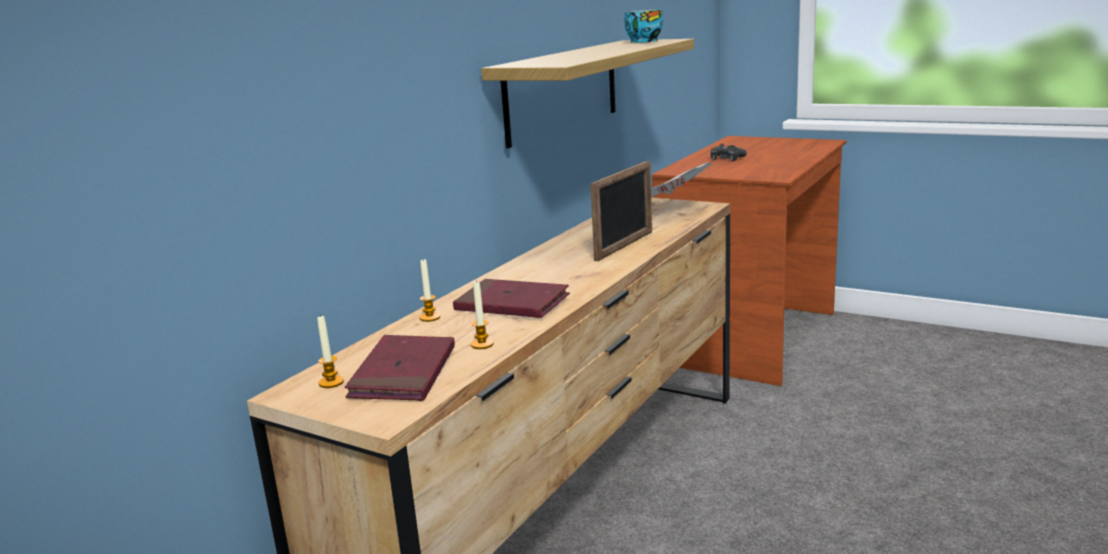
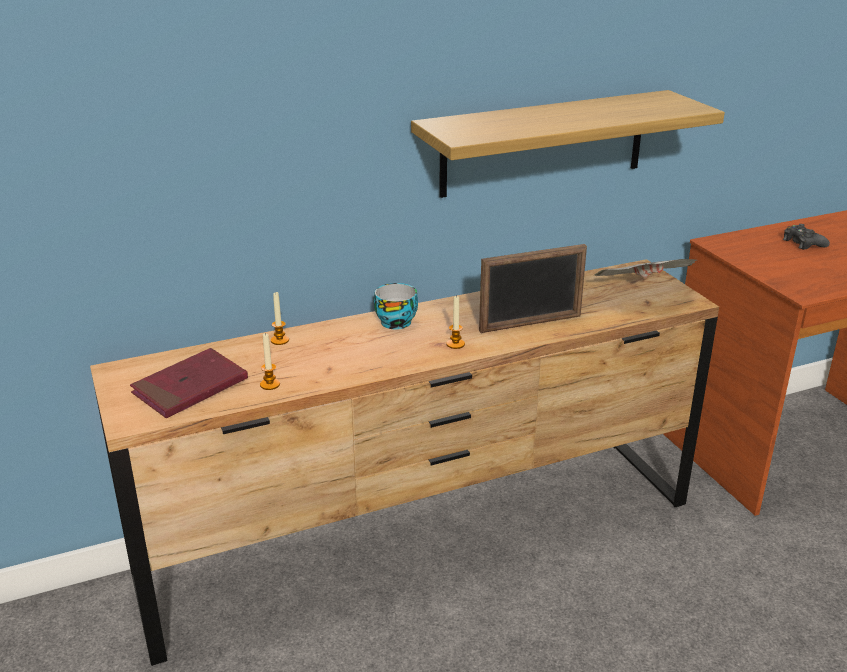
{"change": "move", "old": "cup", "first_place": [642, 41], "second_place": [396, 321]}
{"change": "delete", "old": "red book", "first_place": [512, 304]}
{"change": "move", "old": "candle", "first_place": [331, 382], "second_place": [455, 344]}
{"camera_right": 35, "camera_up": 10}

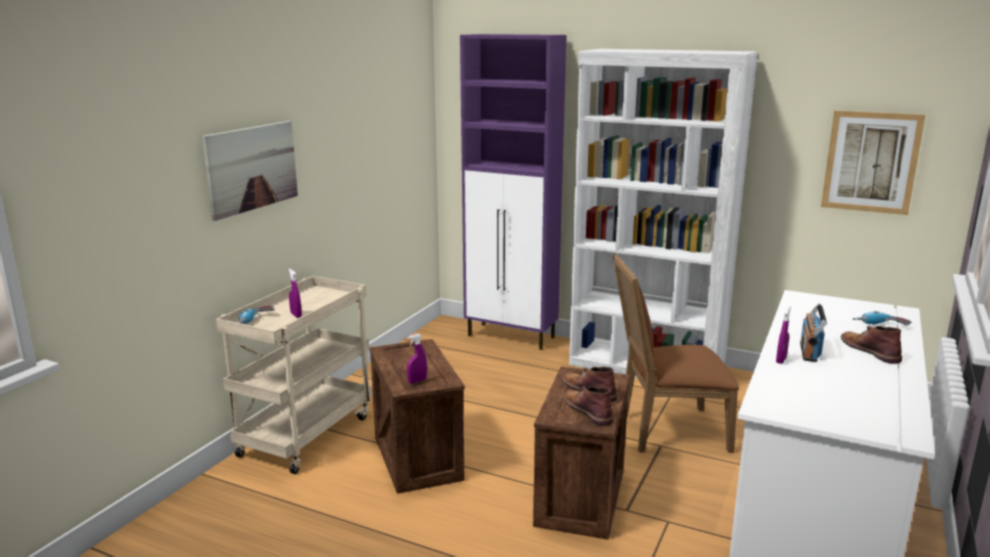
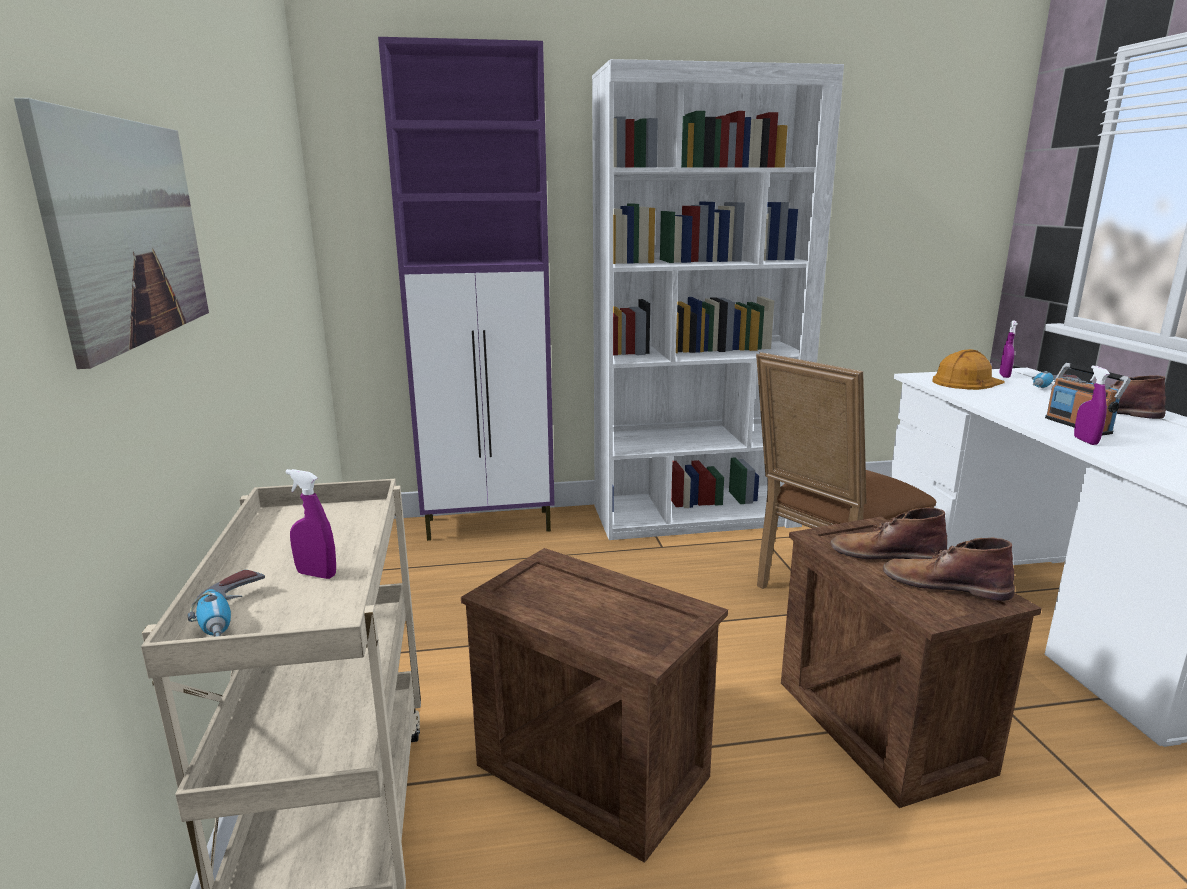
{"change": "delete", "old": "picture", "first_place": [871, 162]}
{"change": "move", "old": "purple spray bottle", "first_place": [417, 381], "second_place": [1004, 376]}
{"change": "insert", "new": "orange hard hat", "second_place": [966, 381]}
{"camera_right": -35, "camera_up": 0}

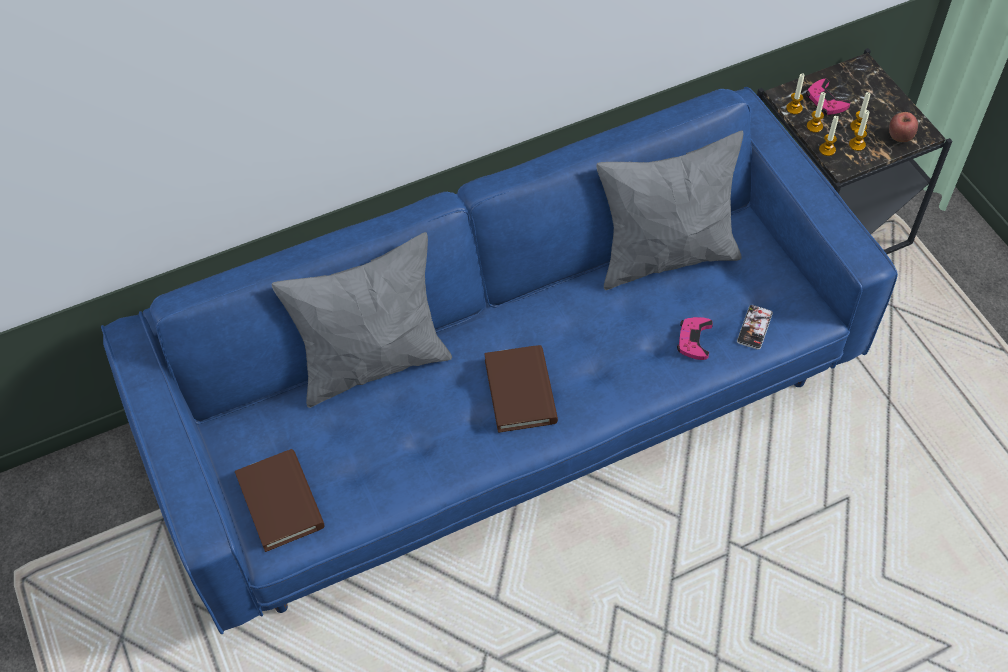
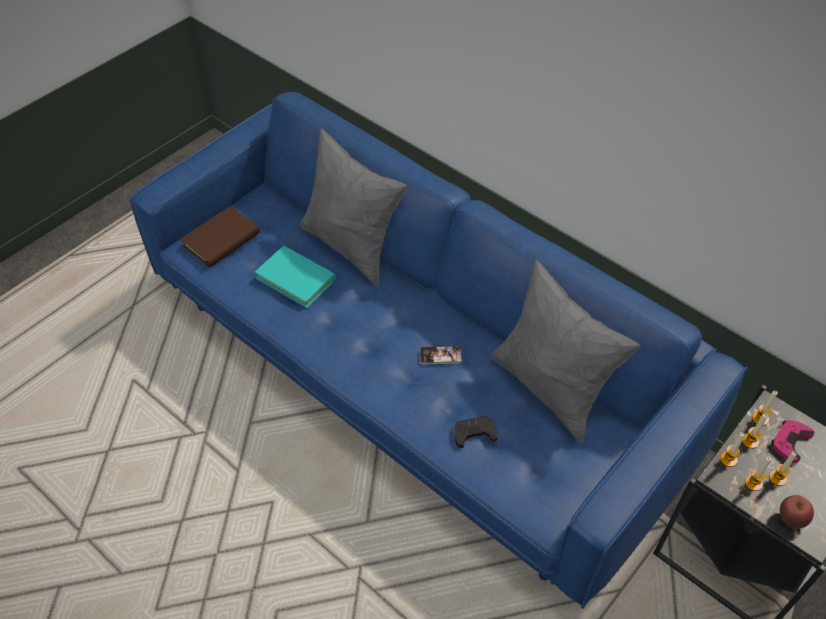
{"change": "move", "old": "phone", "first_place": [754, 327], "second_place": [440, 356]}
{"change": "recolor", "old": "pink game controller", "new": "black game controller", "first_place": [694, 340], "second_place": [474, 433]}
{"change": "delete", "old": "brown book", "first_place": [520, 391]}
{"change": "insert", "new": "turquoise book", "second_place": [296, 279]}
{"camera_right": 65, "camera_up": -5}

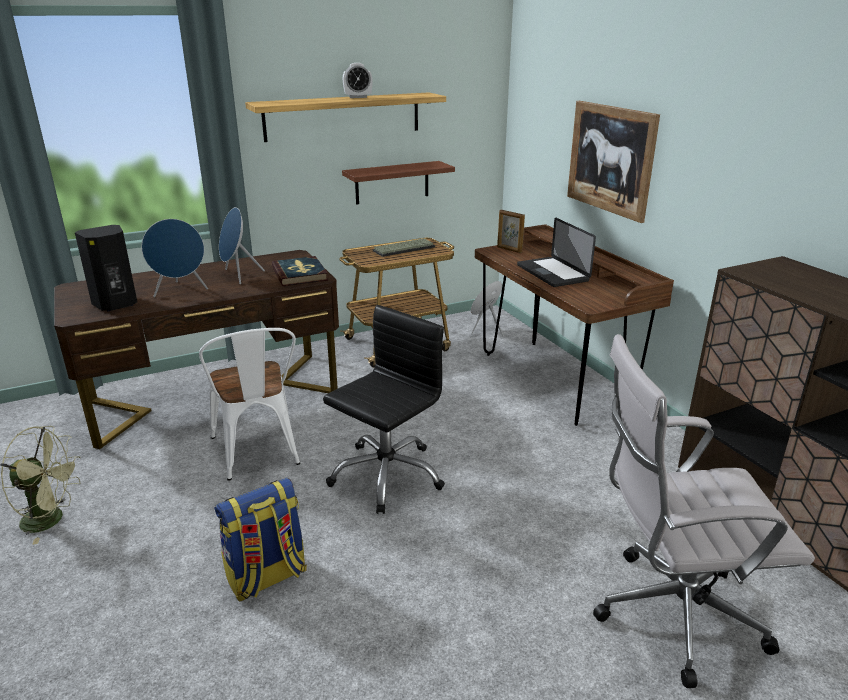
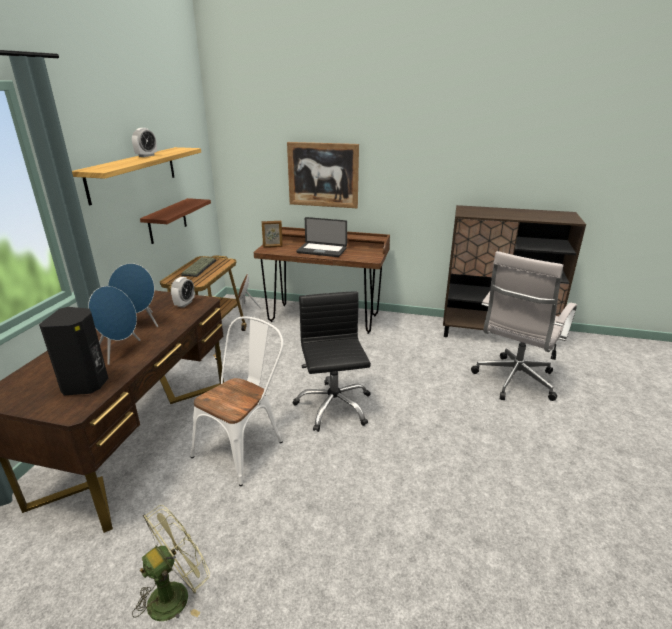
{"change": "replace", "old": "book", "new": "alarm clock", "first_place": [300, 274], "second_place": [184, 304]}
{"change": "rotate", "old": "white chair", "first_place": [258, 454], "second_place": [244, 446], "degrees": -75}
{"change": "delete", "old": "backpack", "first_place": [267, 577]}
{"camera_right": -50, "camera_up": 0}

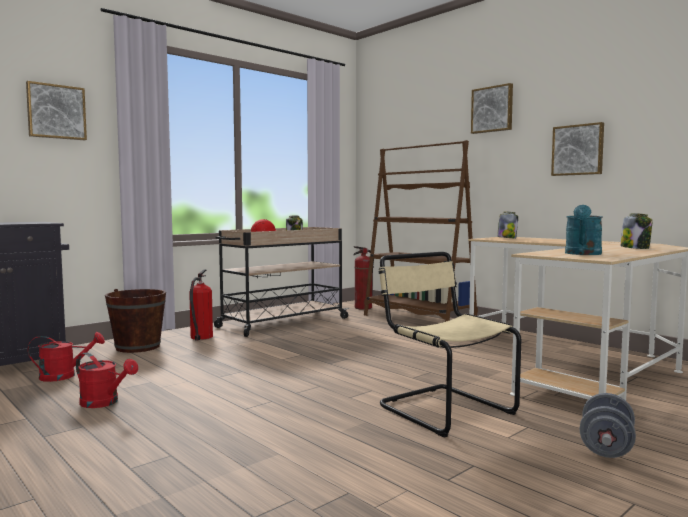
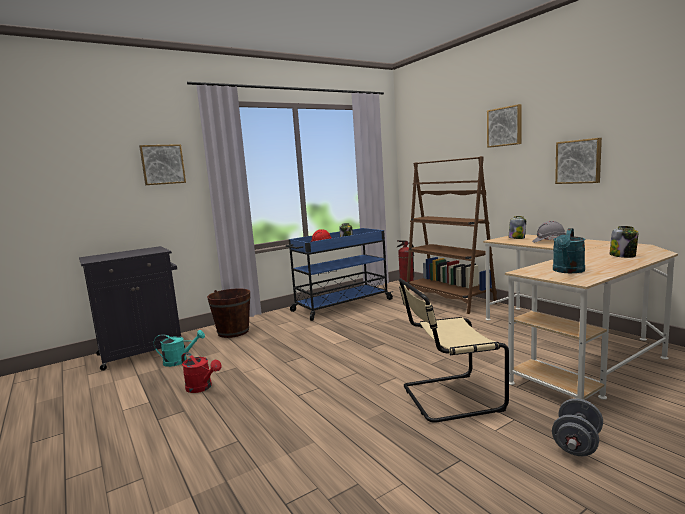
{"change": "recolor", "old": "beige cart", "new": "blue cart", "first_place": [282, 323], "second_place": [341, 305]}
{"change": "rotate", "old": "beige chair", "first_place": [442, 408], "second_place": [447, 398], "degrees": -75}
{"change": "delete", "old": "fire extinguisher", "first_place": [201, 337]}
{"change": "recolor", "old": "red watering can", "new": "turquoise watering can", "first_place": [64, 376], "second_place": [180, 361]}
{"change": "insert", "new": "grey hard hat", "second_place": [548, 241]}
{"camera_right": 10, "camera_up": 5}

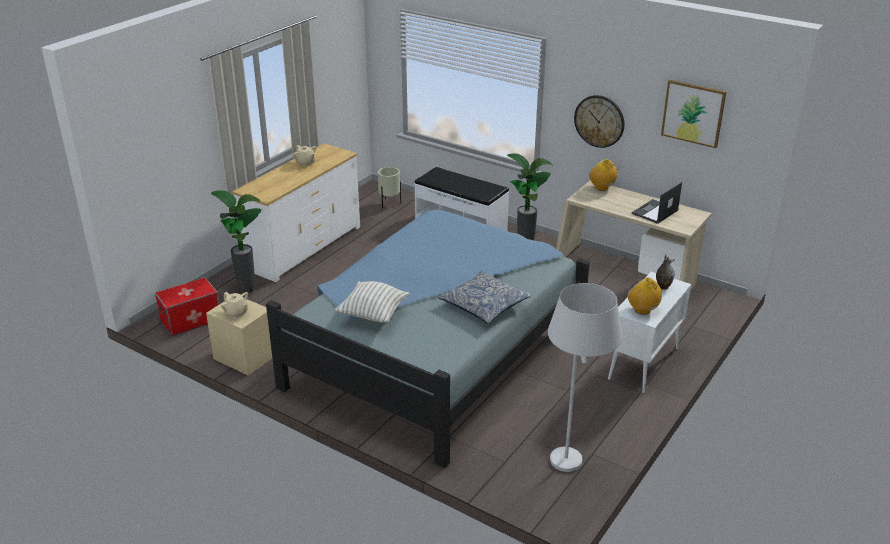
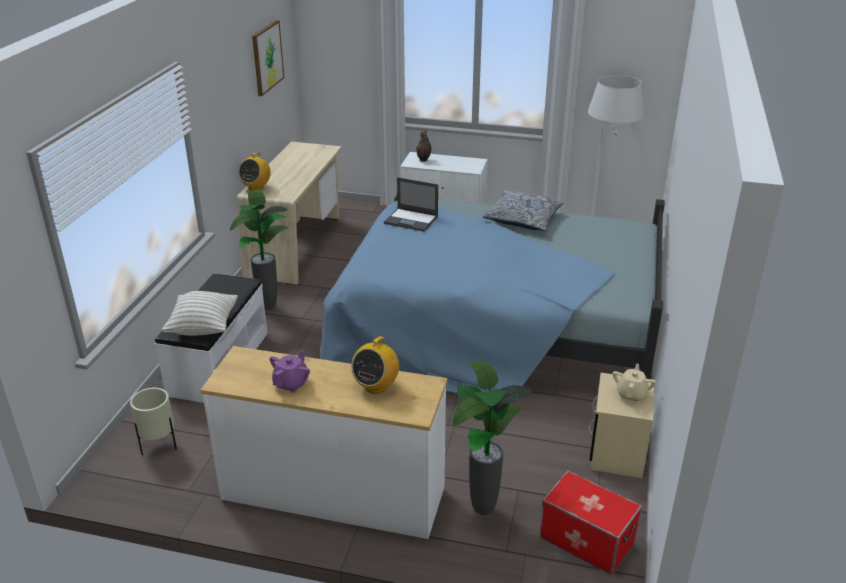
{"change": "delete", "old": "wall clock", "first_place": [599, 121]}
{"change": "recolor", "old": "beige teapot", "new": "purple teapot", "first_place": [305, 163], "second_place": [291, 383]}
{"change": "move", "old": "laptop", "first_place": [654, 212], "second_place": [411, 220]}
{"change": "move", "old": "radio", "first_place": [643, 310], "second_place": [376, 386]}
{"change": "move", "old": "pillow", "first_place": [373, 314], "second_place": [203, 327]}
{"camera_right": -110, "camera_up": 0}

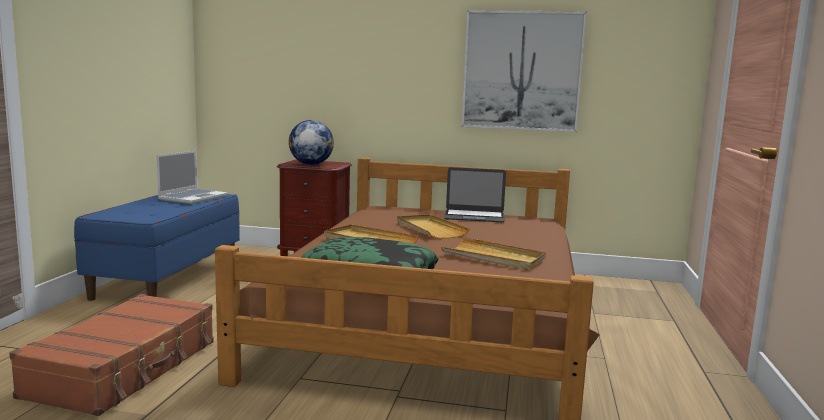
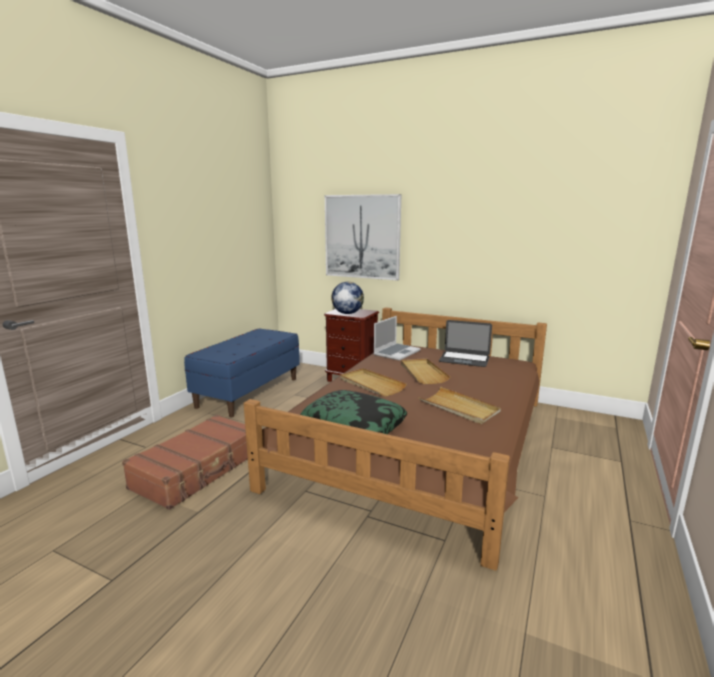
{"change": "move", "old": "picture", "first_place": [522, 71], "second_place": [362, 237]}
{"change": "move", "old": "laptop", "first_place": [193, 198], "second_place": [396, 352]}
{"camera_right": 15, "camera_up": 5}

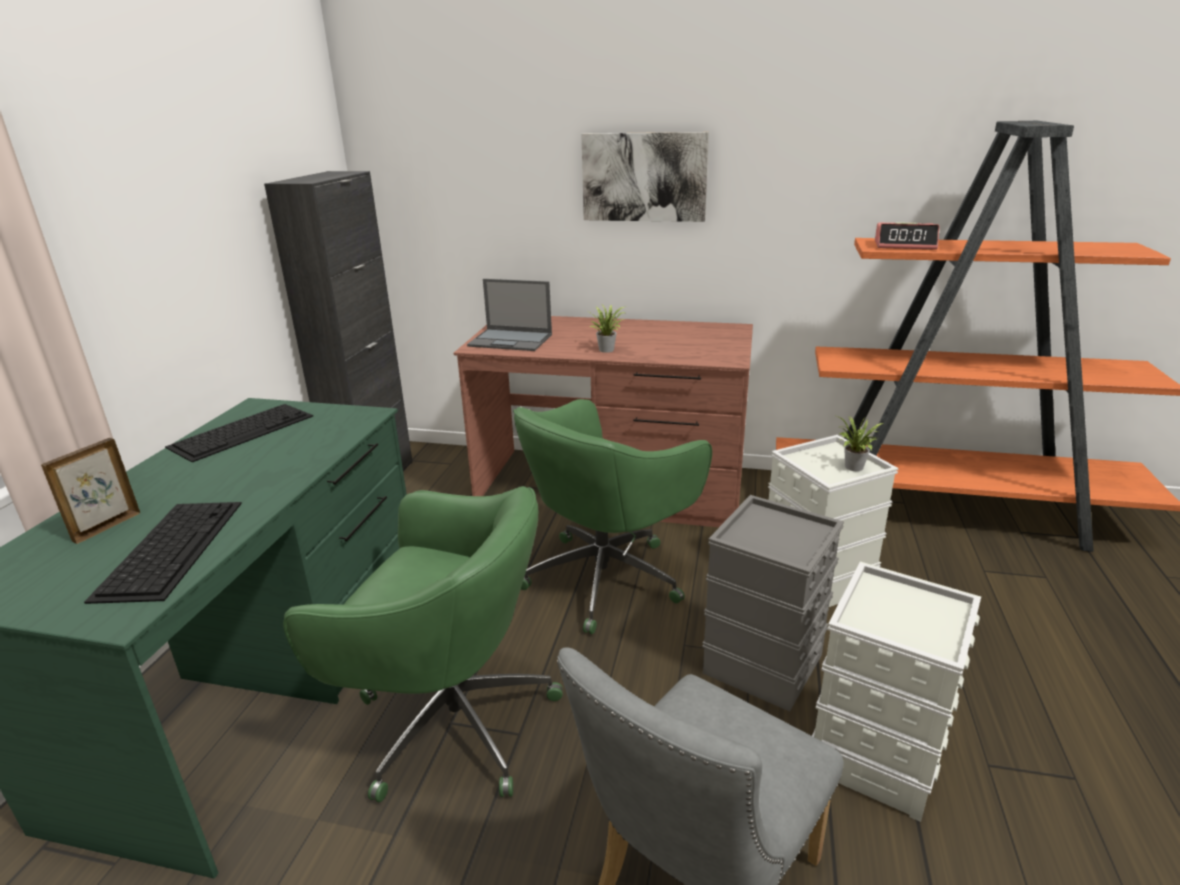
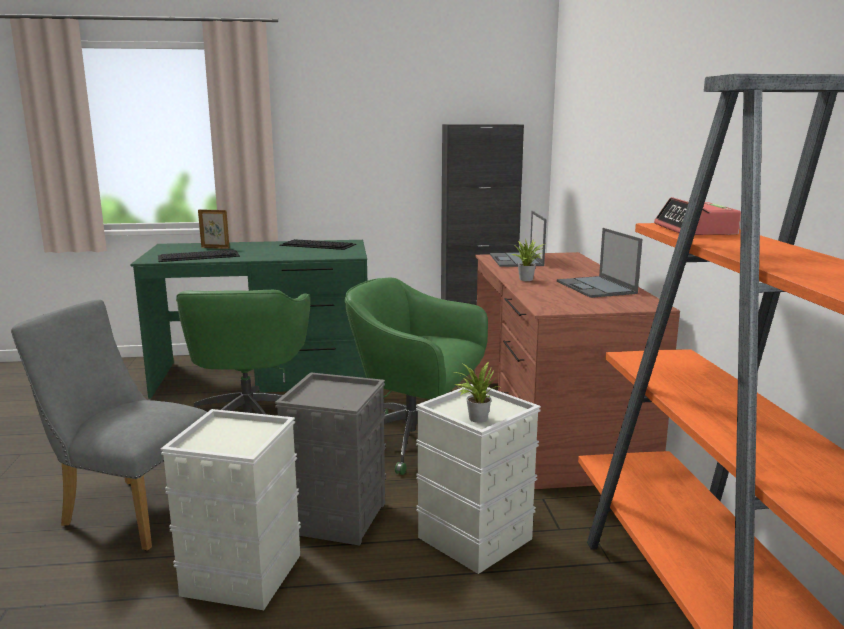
{"change": "delete", "old": "picture", "first_place": [644, 177]}
{"change": "insert", "new": "laptop", "second_place": [596, 287]}
{"camera_right": 70, "camera_up": -10}

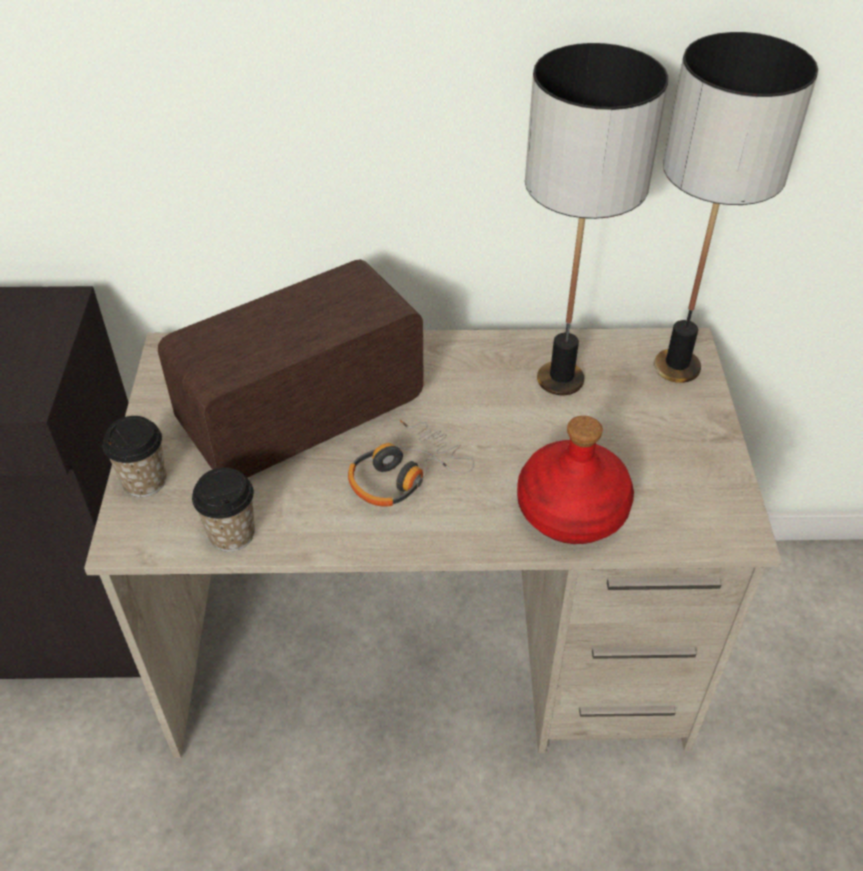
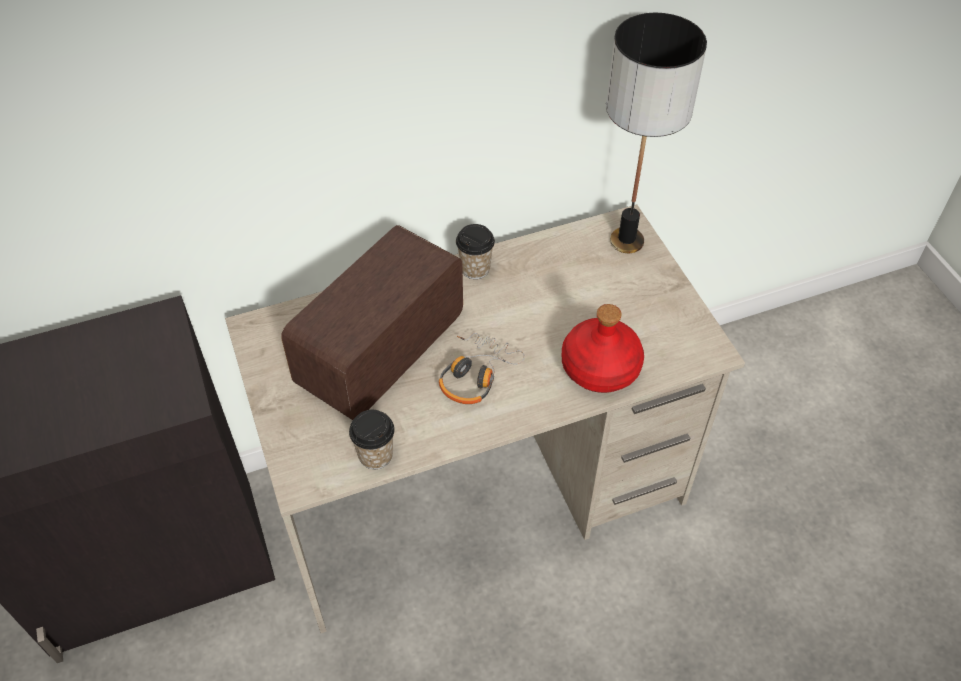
{"change": "delete", "old": "table lamp", "first_place": [561, 380]}
{"change": "move", "old": "cup", "first_place": [145, 481], "second_place": [475, 268]}
{"camera_right": -20, "camera_up": 5}

